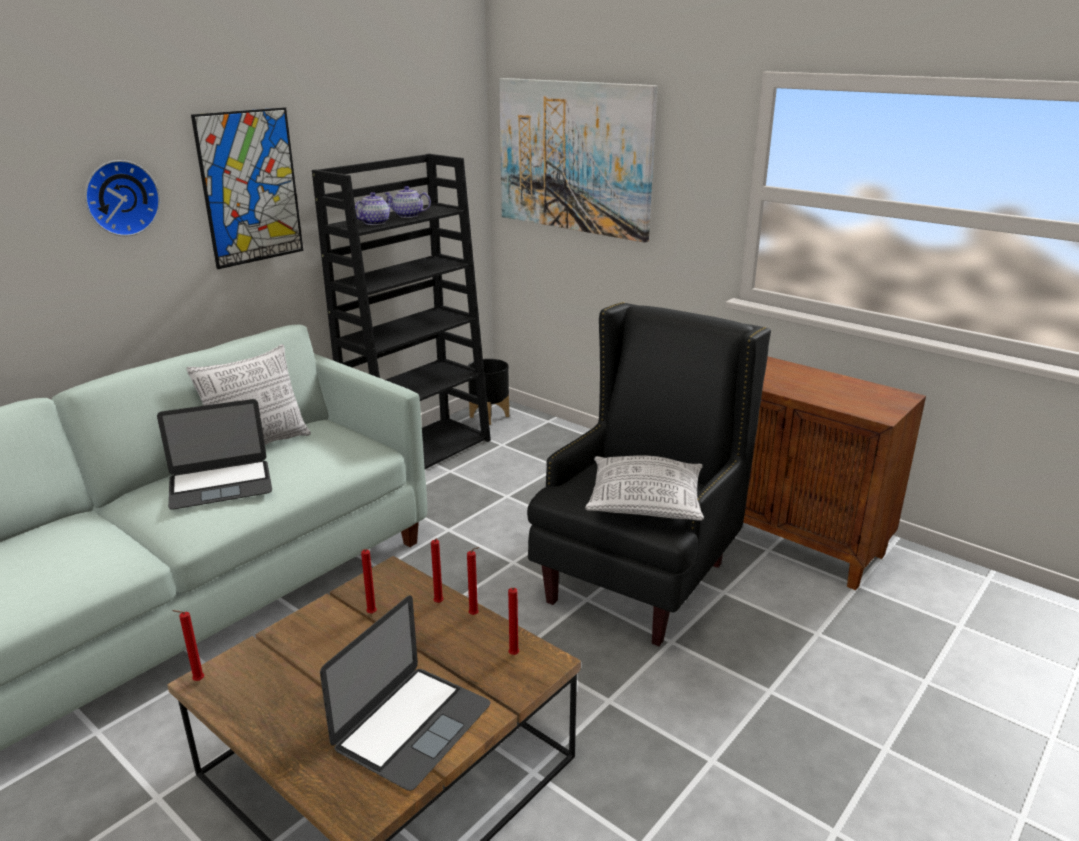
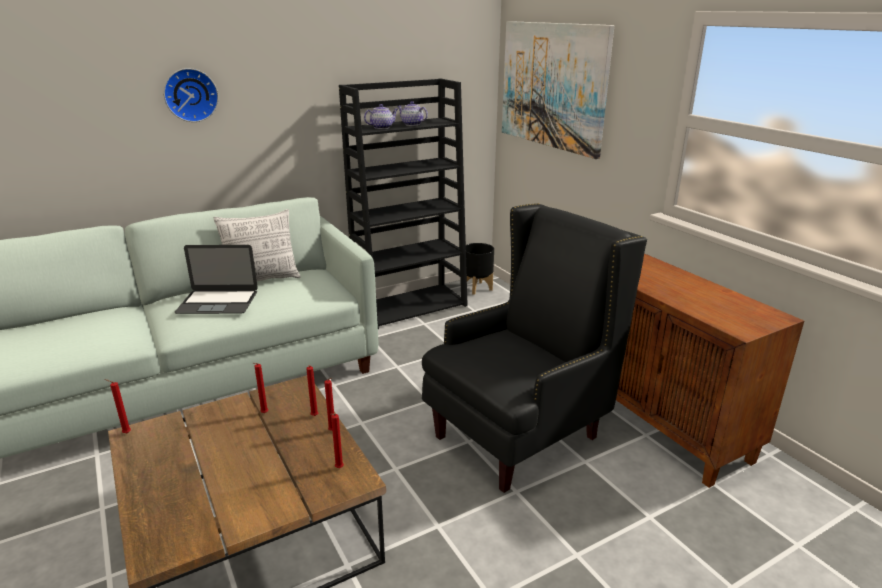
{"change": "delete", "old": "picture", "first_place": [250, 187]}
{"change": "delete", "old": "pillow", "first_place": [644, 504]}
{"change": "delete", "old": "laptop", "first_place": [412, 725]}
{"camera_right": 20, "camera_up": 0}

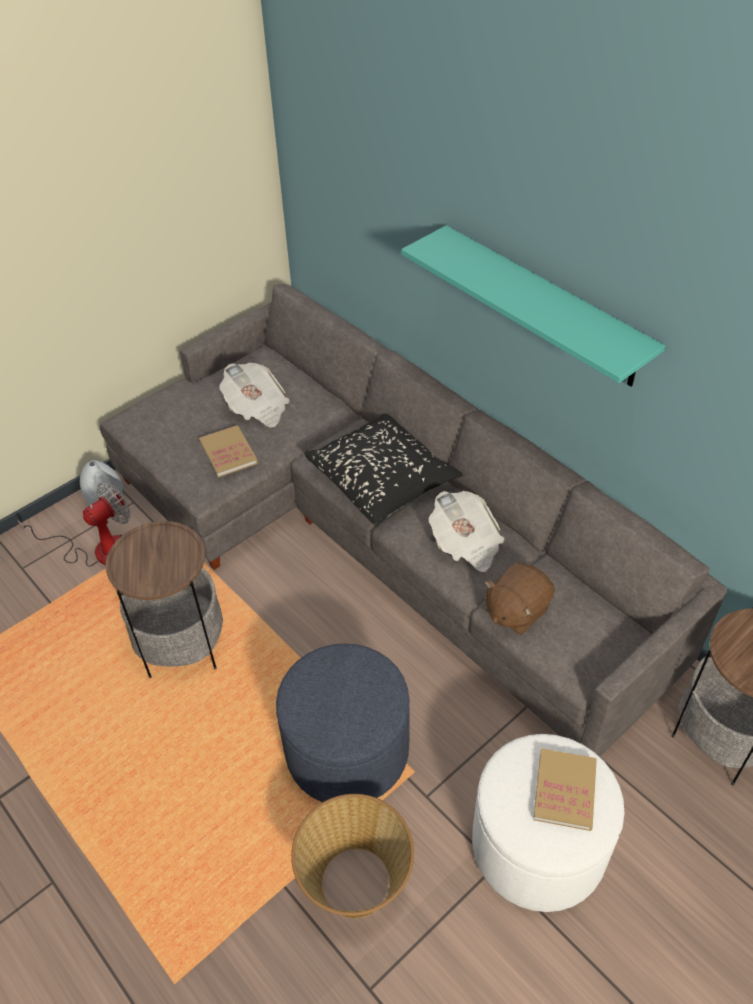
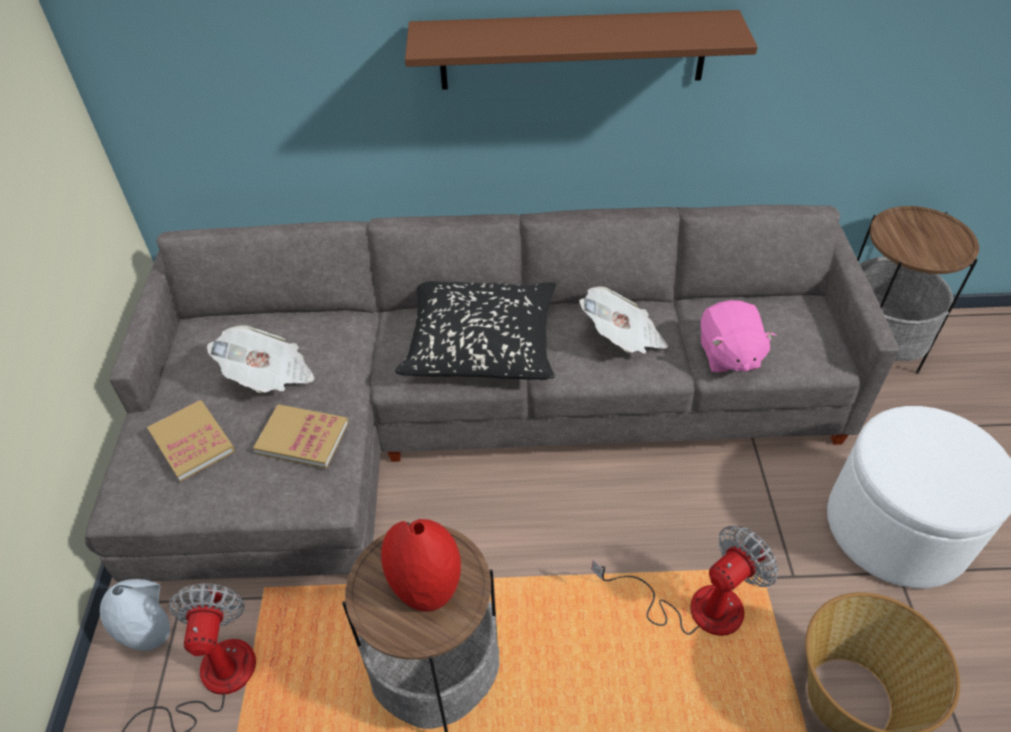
{"change": "recolor", "old": "turquoise shelf", "new": "brown shelf", "first_place": [544, 306], "second_place": [572, 50]}
{"change": "recolor", "old": "brown plush toy", "new": "pink plush toy", "first_place": [516, 611], "second_place": [728, 355]}
{"change": "replace", "old": "blue ottoman", "new": "fan", "first_place": [347, 749], "second_place": [695, 606]}
{"change": "move", "old": "book", "first_place": [565, 790], "second_place": [192, 442]}
{"change": "insert", "new": "red vase", "second_place": [427, 589]}
{"camera_right": -50, "camera_up": 0}

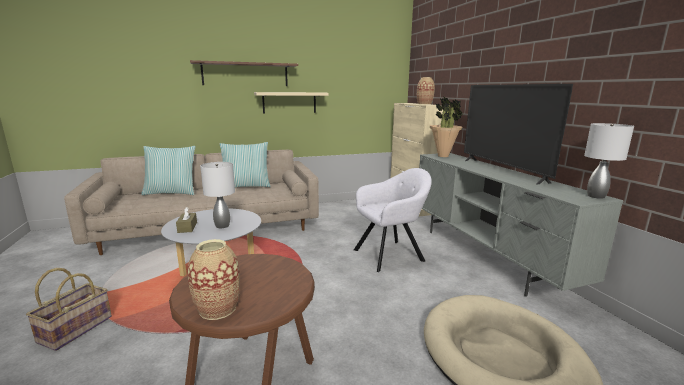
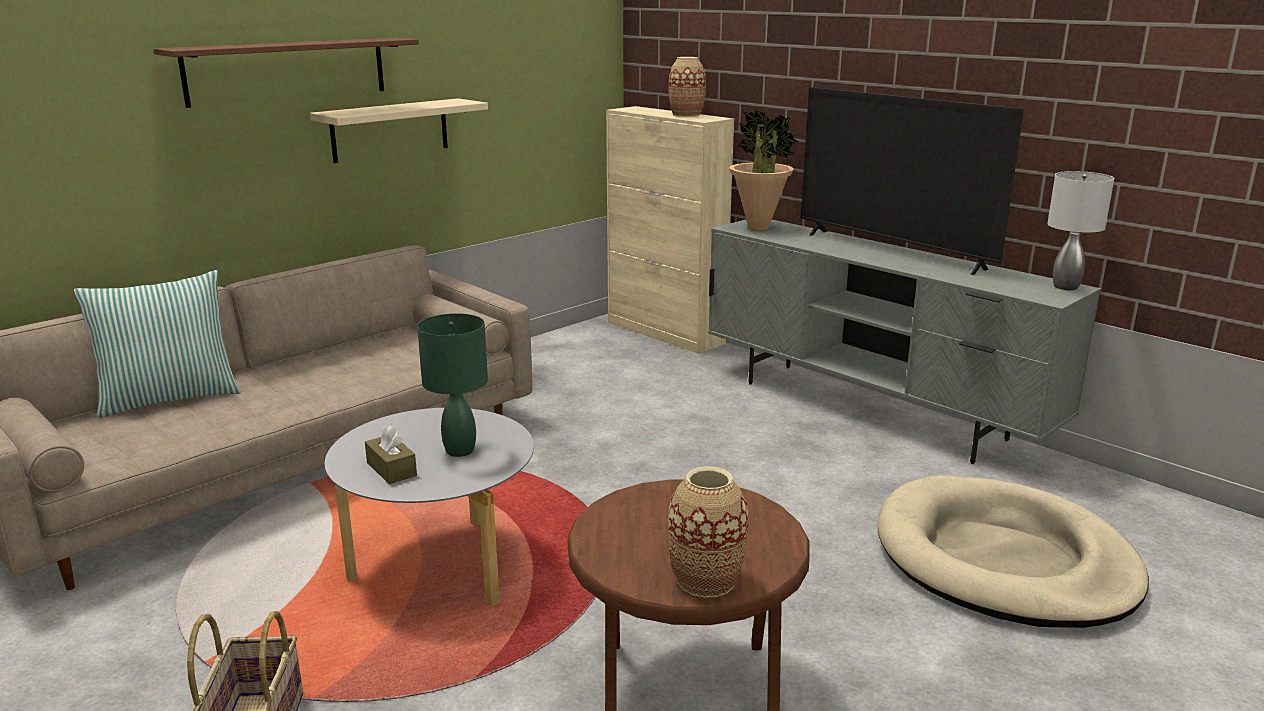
{"change": "delete", "old": "pillow", "first_place": [246, 186]}
{"change": "recolor", "old": "grey table lamp", "new": "green table lamp", "first_place": [222, 225], "second_place": [460, 450]}
{"change": "delete", "old": "grey armchair", "first_place": [391, 254]}
{"camera_right": -25, "camera_up": 5}

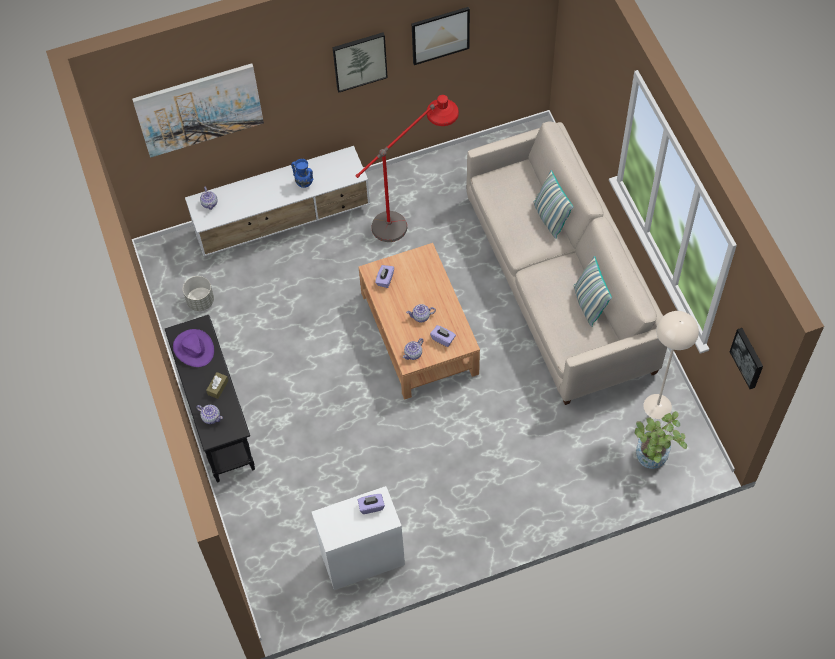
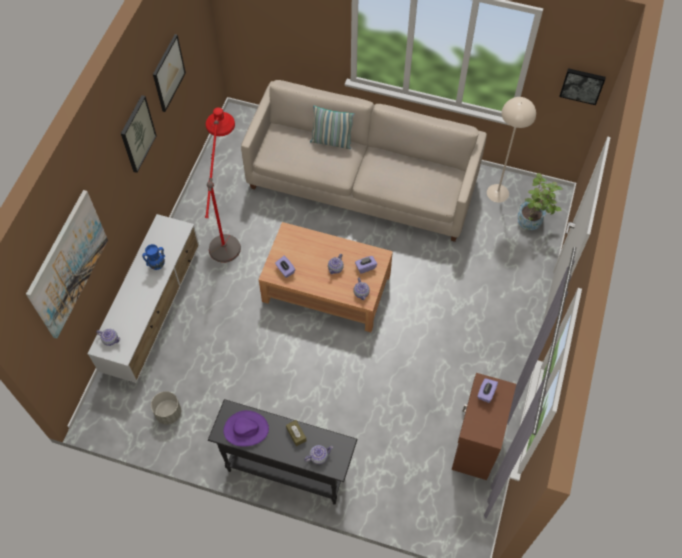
{"change": "delete", "old": "pillow", "first_place": [588, 304]}
{"change": "recolor", "old": "white cabinet", "new": "brown cabinet", "first_place": [362, 558], "second_place": [475, 444]}
{"camera_right": -55, "camera_up": 0}

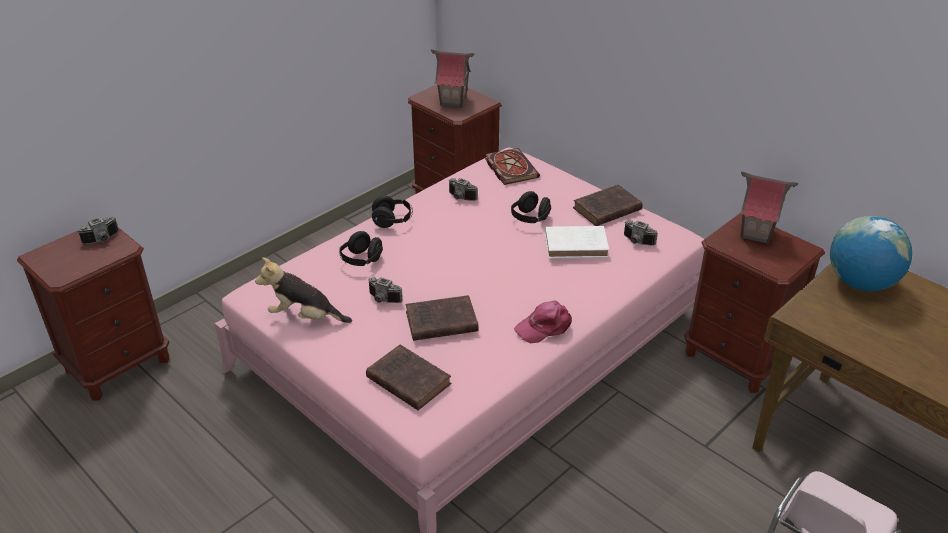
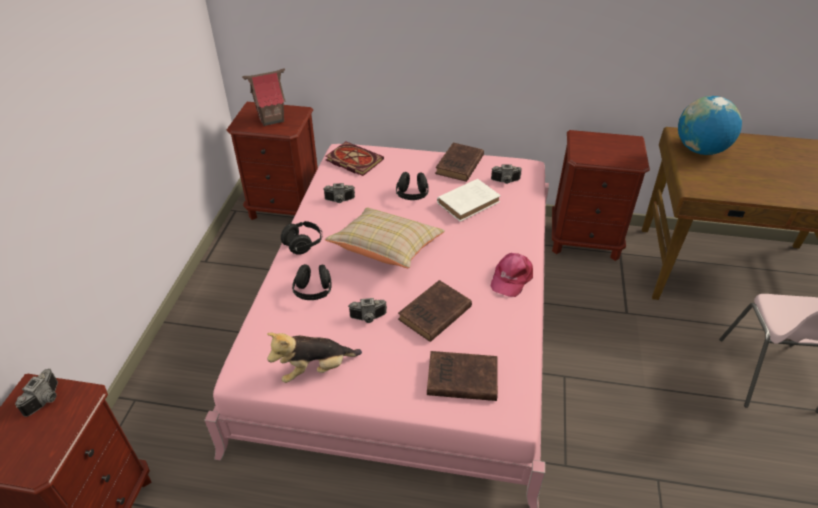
{"change": "delete", "old": "toy house", "first_place": [756, 234]}
{"change": "insert", "new": "beige pillow", "second_place": [386, 250]}
{"camera_right": -35, "camera_up": 5}

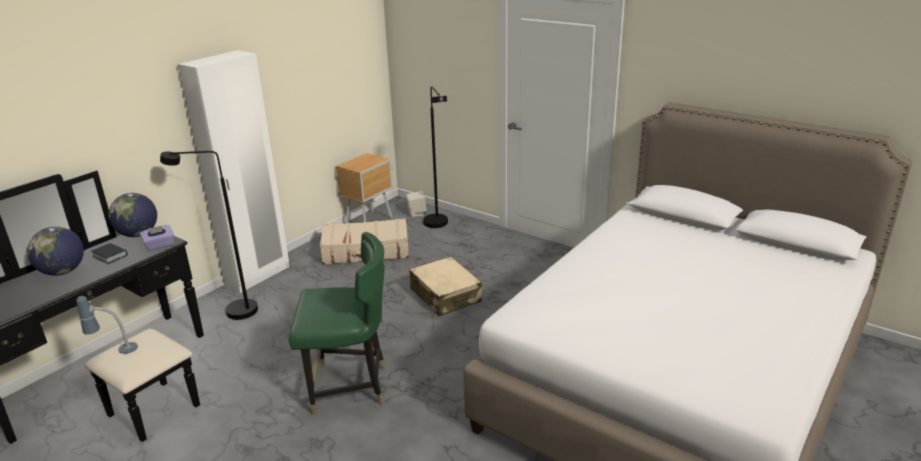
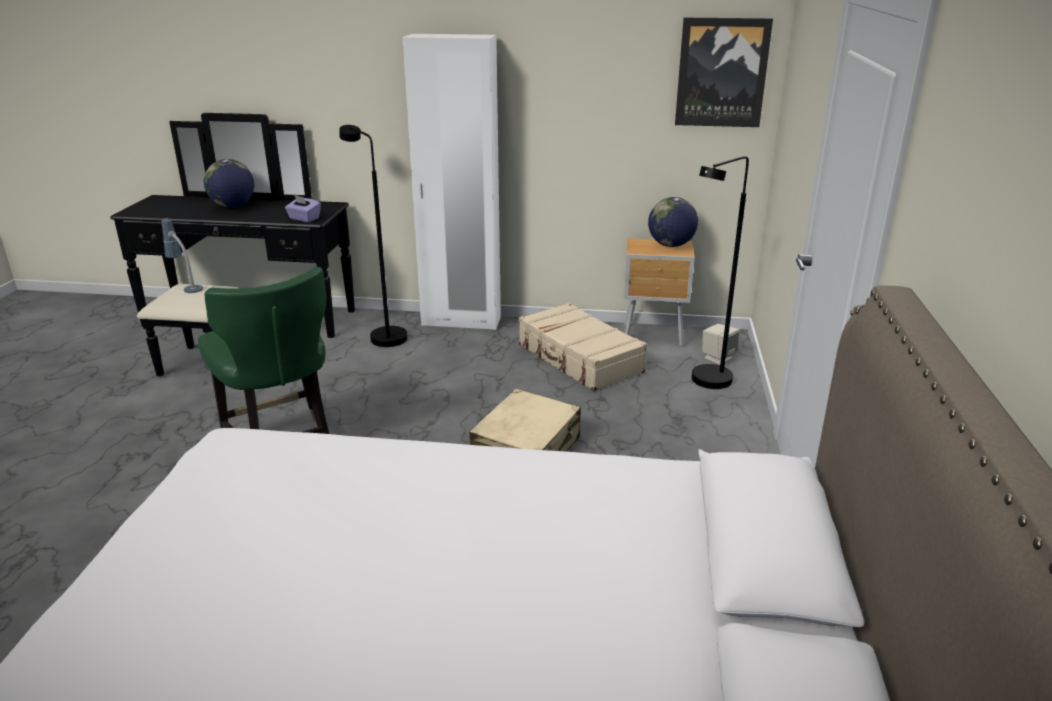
{"change": "move", "old": "globe", "first_place": [138, 234], "second_place": [671, 245]}
{"change": "delete", "old": "book", "first_place": [110, 256]}
{"change": "insert", "new": "picture", "second_place": [721, 73]}
{"camera_right": 60, "camera_up": 0}

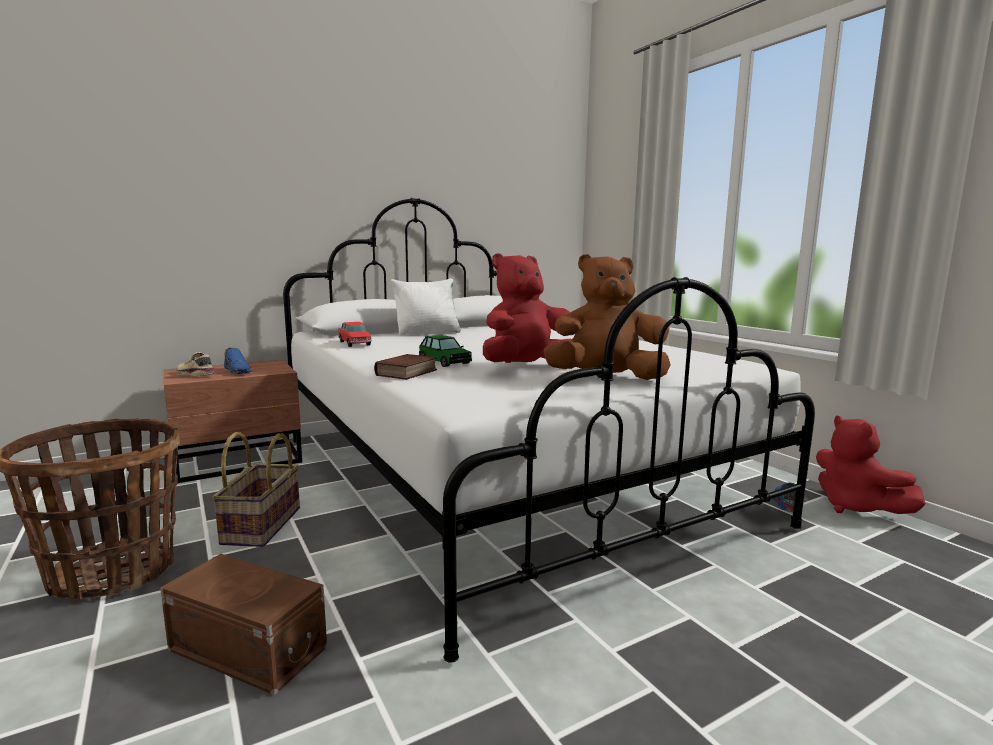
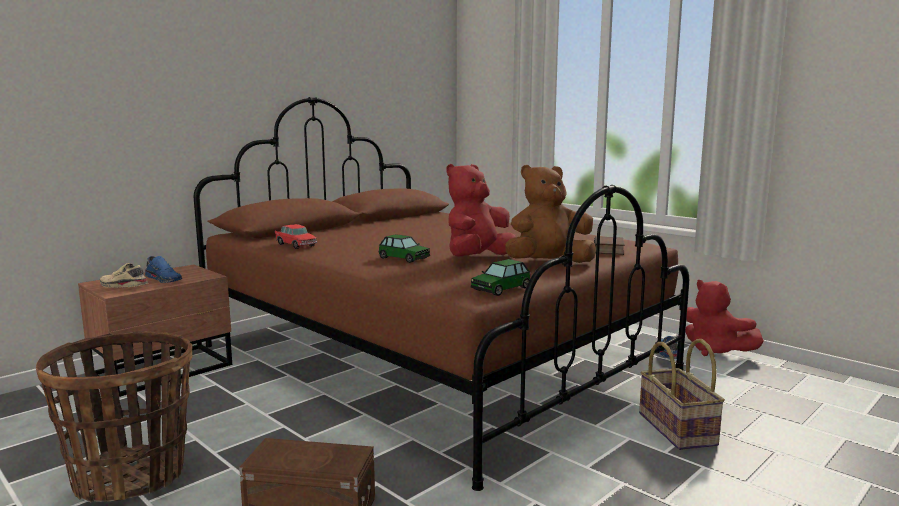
{"change": "recolor", "old": "white bed", "new": "brown bed", "first_place": [502, 477], "second_place": [432, 358]}
{"change": "delete", "old": "white pillow", "first_place": [427, 333]}
{"change": "move", "old": "book", "first_place": [407, 373], "second_place": [610, 250]}
{"change": "move", "old": "basket", "first_place": [263, 526], "second_place": [678, 429]}
{"change": "insert", "new": "toy car", "second_place": [501, 289]}
{"camera_right": -15, "camera_up": 0}

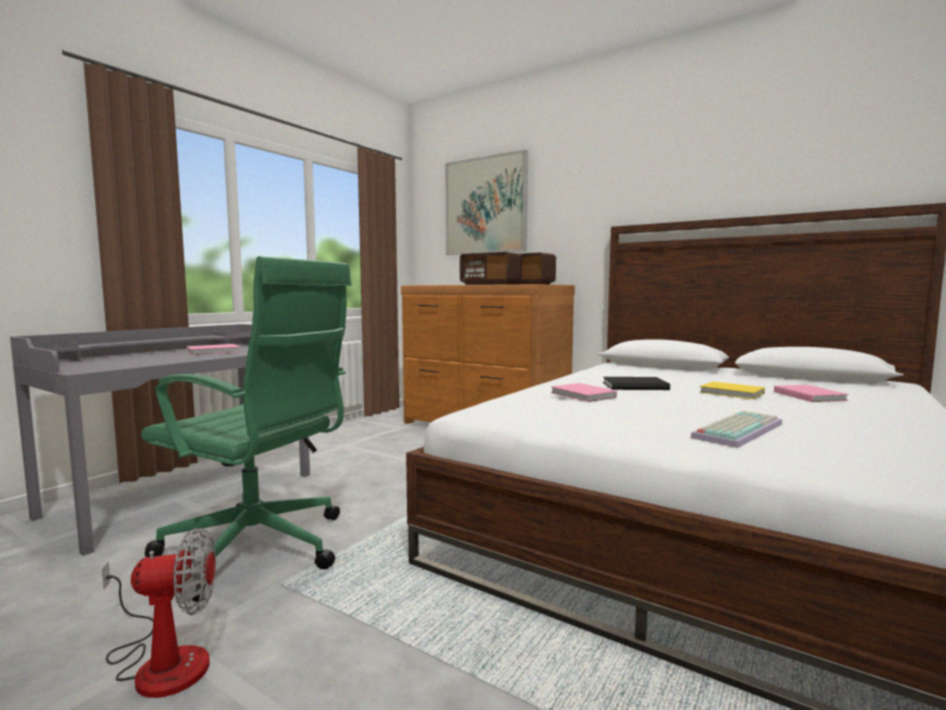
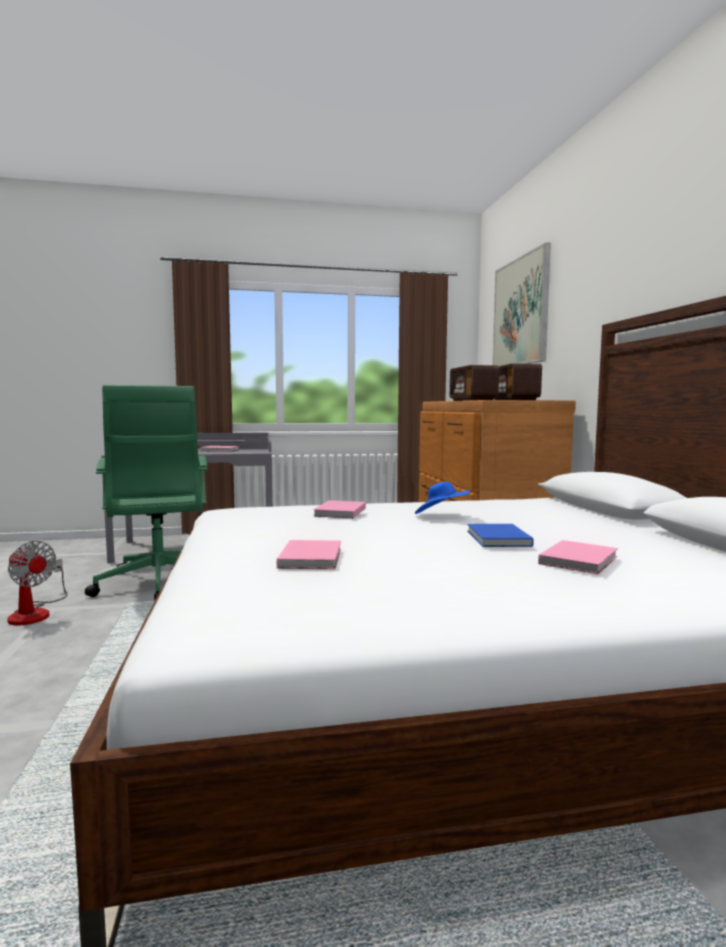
{"change": "replace", "old": "black book", "new": "blue hat", "first_place": [633, 385], "second_place": [441, 516]}
{"change": "recolor", "old": "yellow book", "new": "blue book", "first_place": [733, 393], "second_place": [497, 539]}
{"change": "replace", "old": "keyboard", "new": "pink book", "first_place": [736, 430], "second_place": [312, 557]}
{"camera_right": 45, "camera_up": 0}

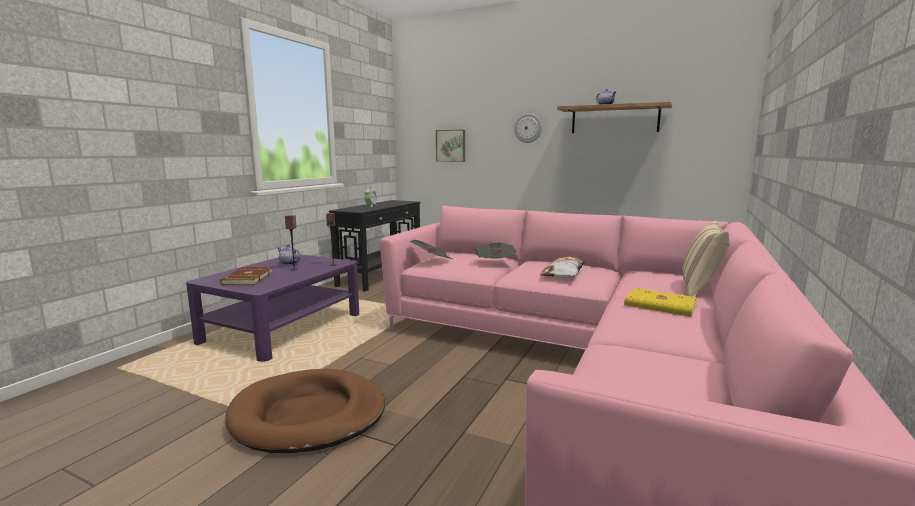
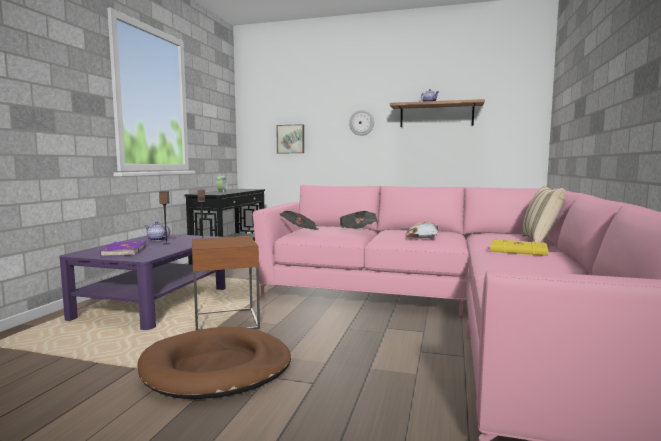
{"change": "recolor", "old": "brown book", "new": "purple book", "first_place": [247, 278], "second_place": [123, 251]}
{"change": "insert", "new": "brown side table", "second_place": [226, 321]}
{"camera_right": -10, "camera_up": -5}

